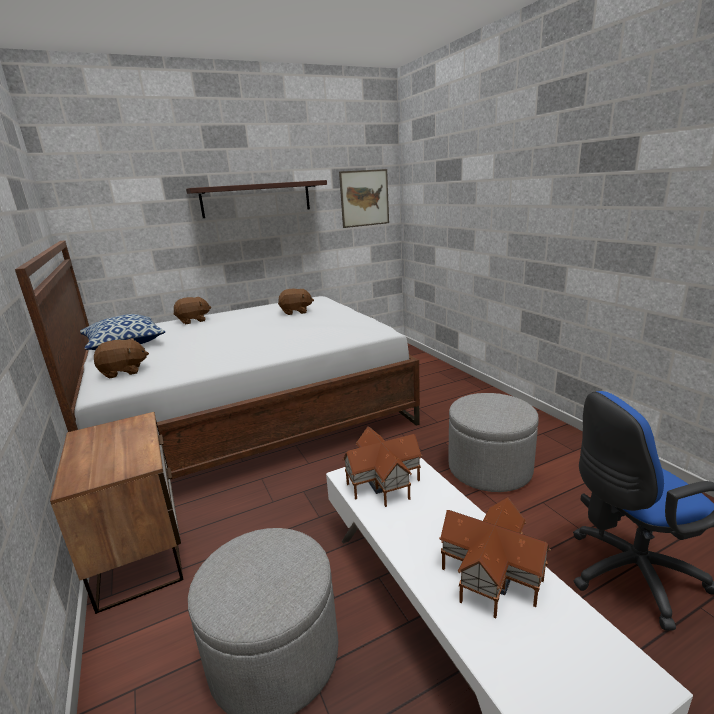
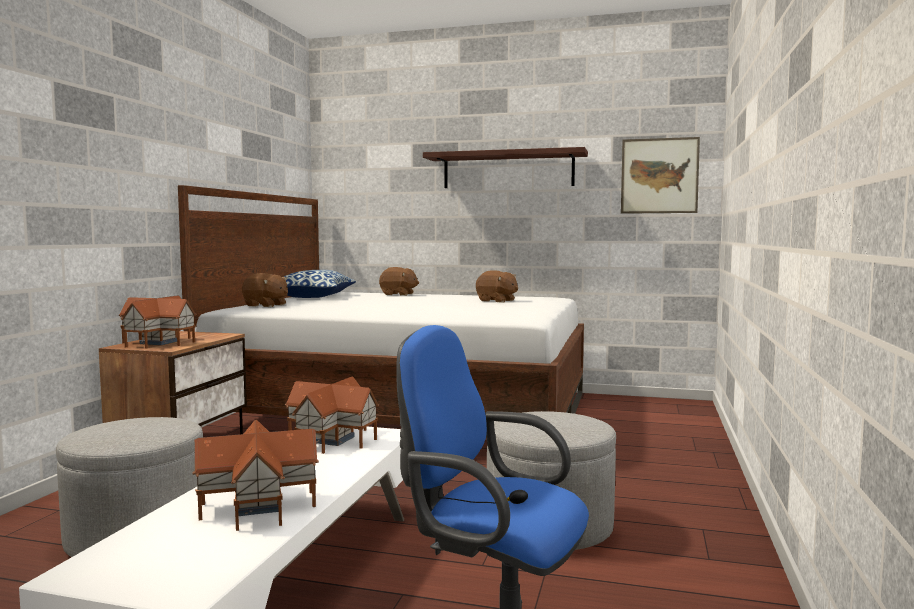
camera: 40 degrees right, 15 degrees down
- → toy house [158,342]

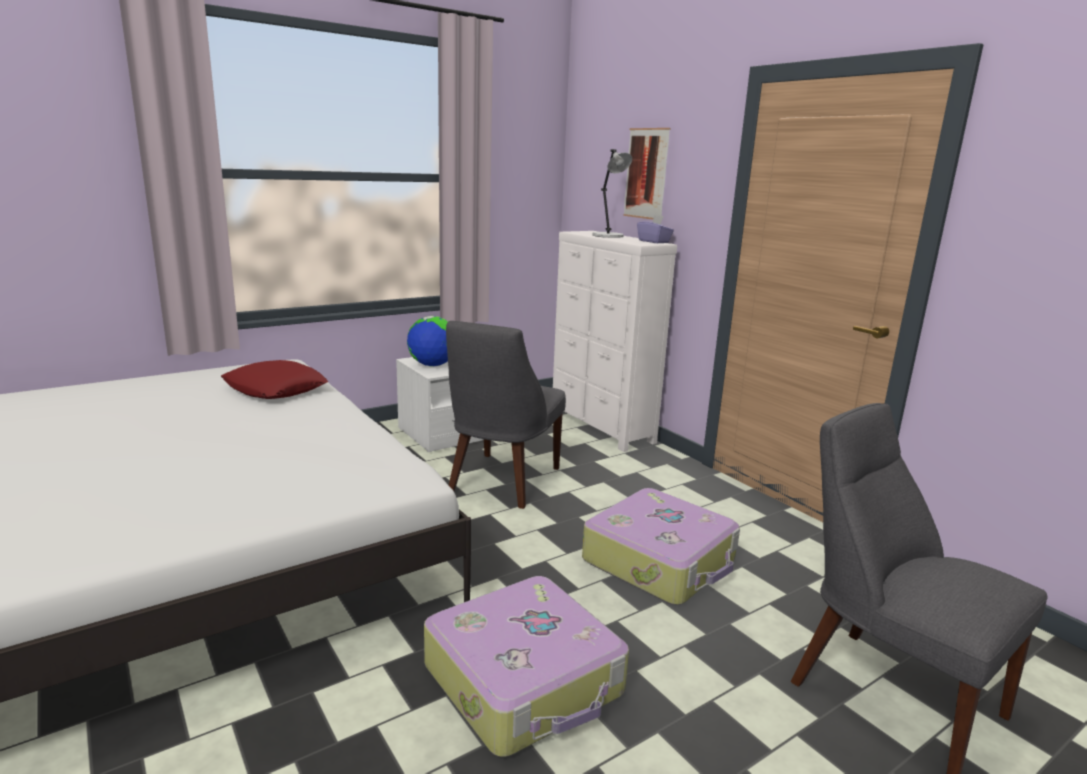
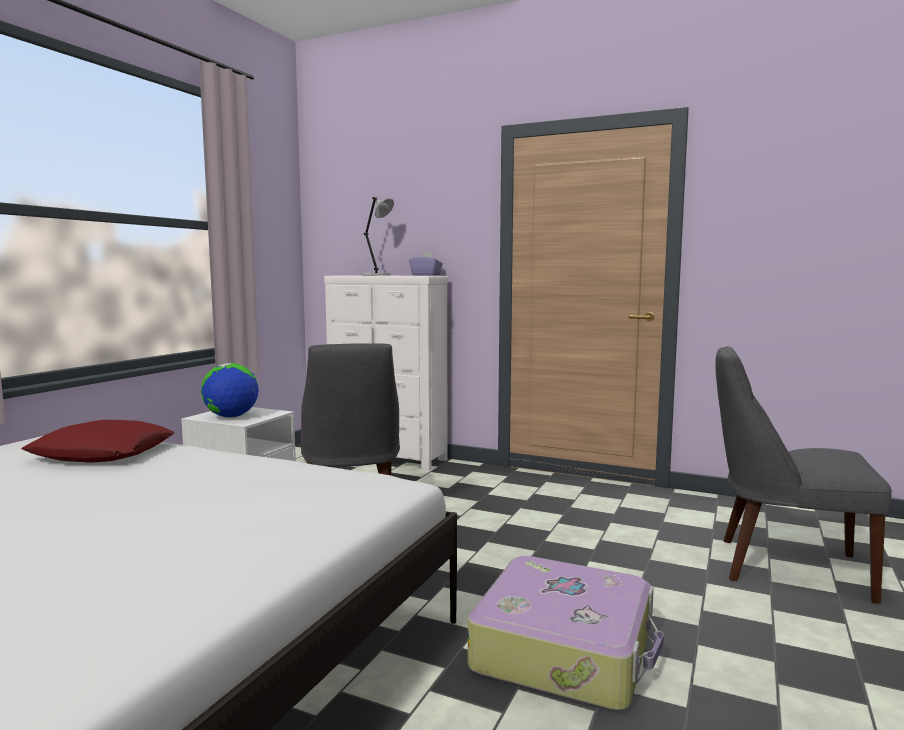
camera: 30 degrees left, 10 degrees down
picture [646,173] → -
suitcase [660,561] → -

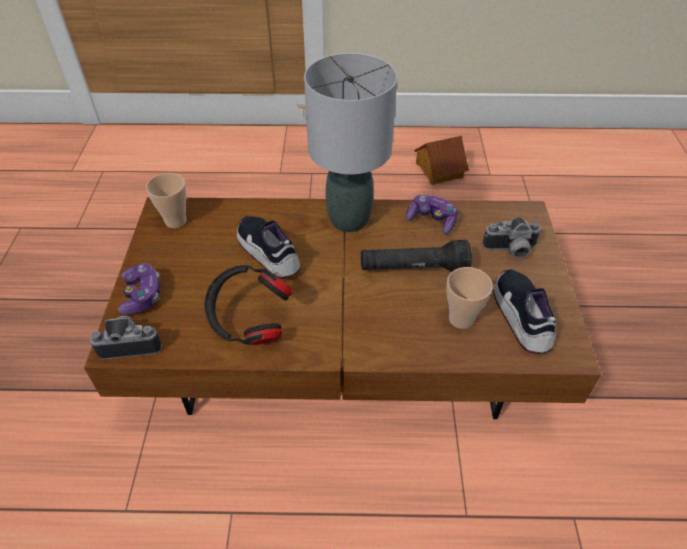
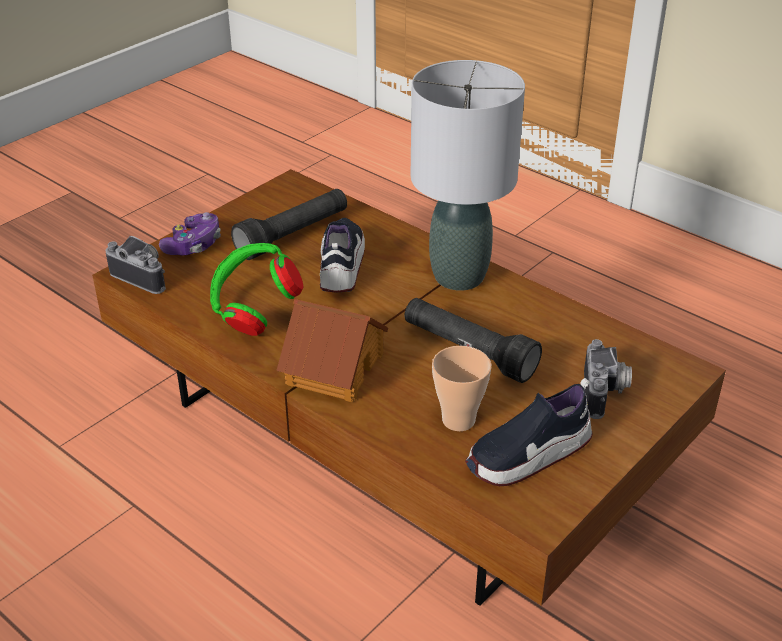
camera: 40 degrees right, 10 degrees down
toy house [438,170] → toy house [333,368], relocated
cup [176,221] → -
game controller [432,220] → -
photo camera [510,250] → photo camera [606,393], 120 degrees counterclockwise
black headphones [249,323] → green headphones [254,312]
shoe [521,317] → shoe [528,455], 150 degrees counterclockwise
- → black flashlight [293,235]

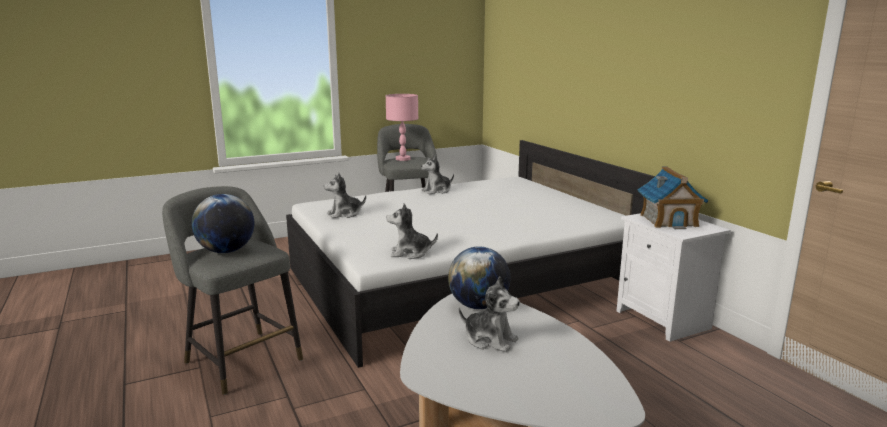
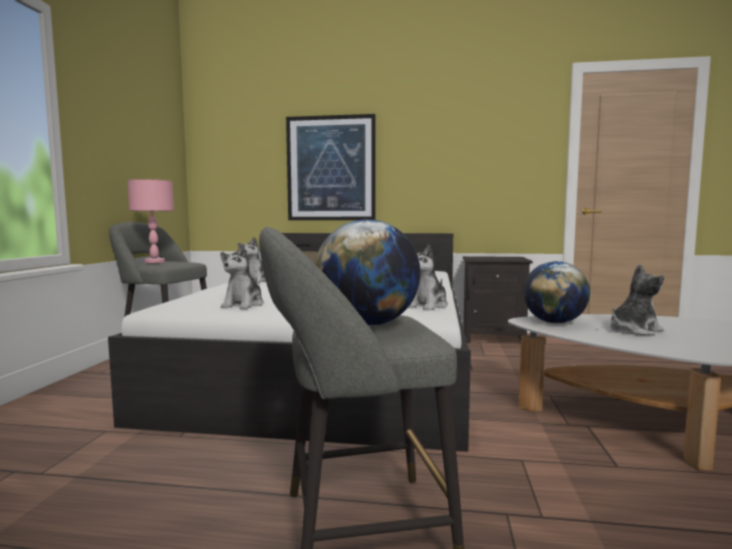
camera: 55 degrees left, 10 degrees down
toy house [668,220] → -
white nightstand [664,320] → black nightstand [494,338]
- → picture [331,168]

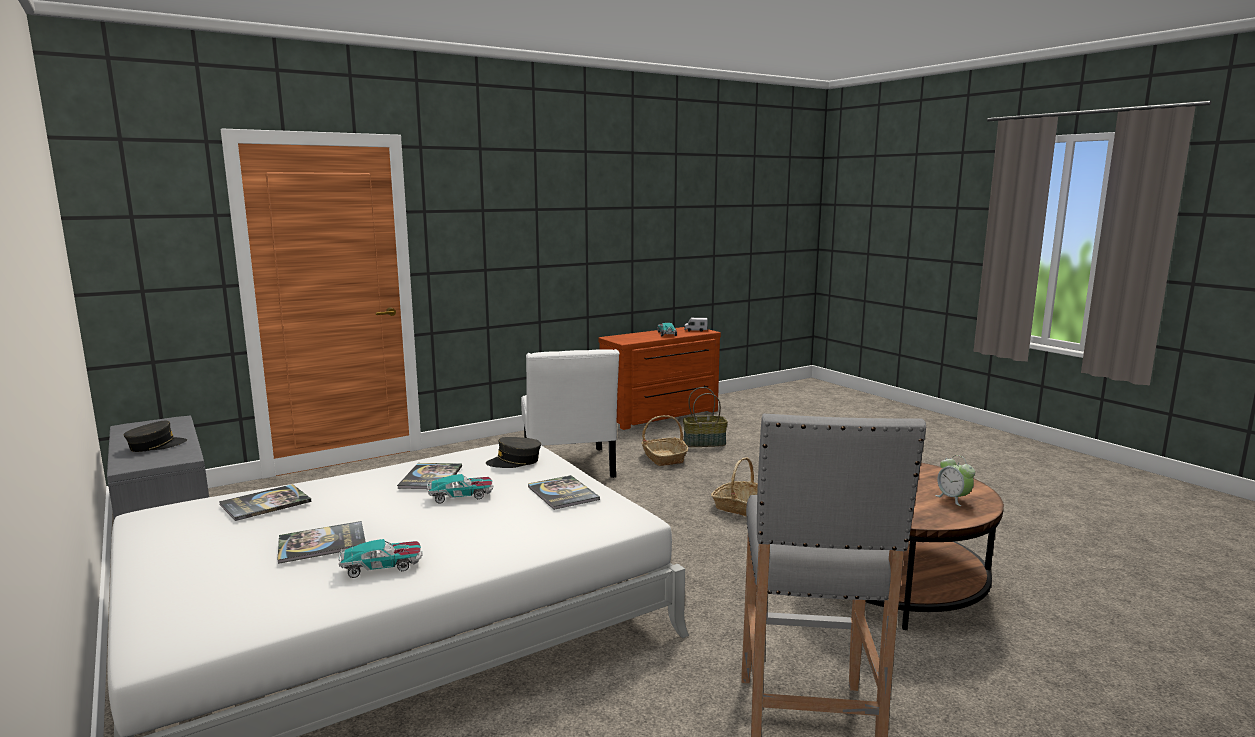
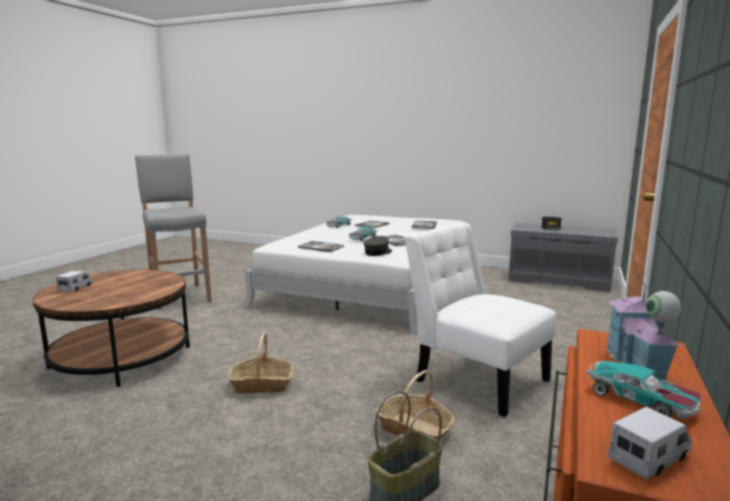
camera: 145 degrees right, 0 degrees up
alarm clock [953,499] → toy truck [76,288]
- → toy house [637,363]

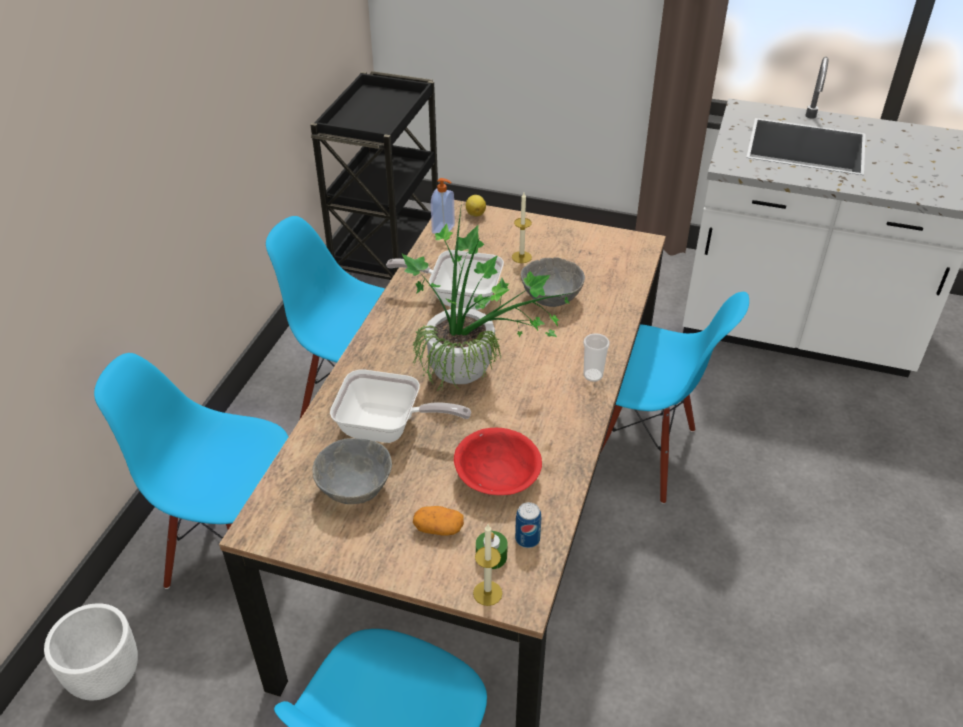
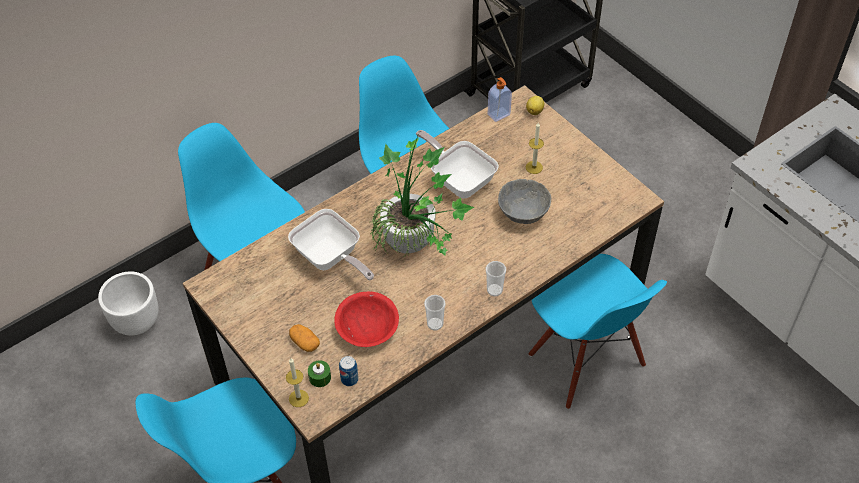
camera: 35 degrees right, 10 degrees up
grey bowl [355,489] → -
- → cup [435,324]

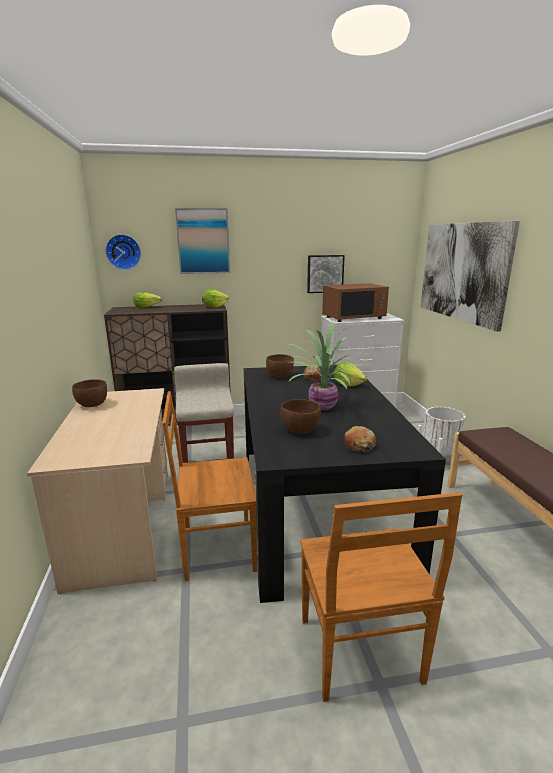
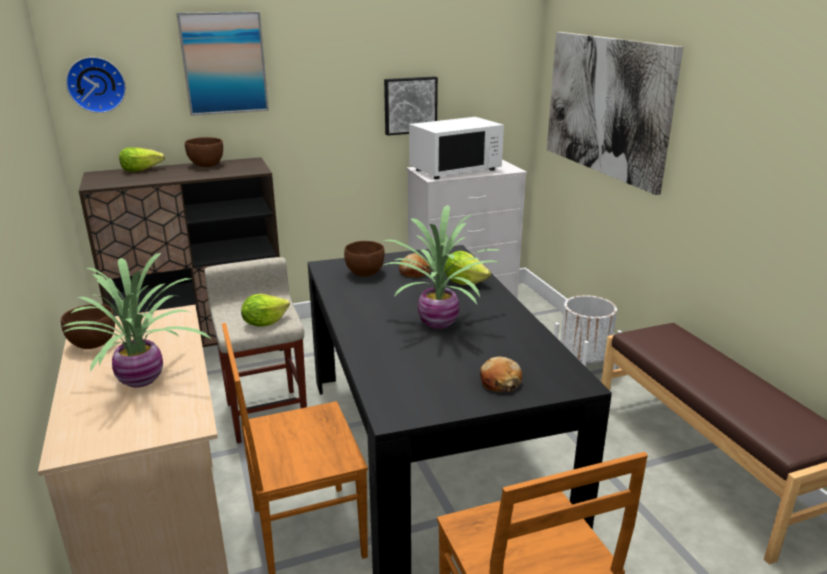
camera: 10 degrees left, 5 degrees up
brown microwave [353,317] → white microwave [455,170]
lettuce [214,307] → lettuce [264,323], relocated
brown bowl [300,430] → brown bowl [206,165], relocated
- → potted plant [142,380]

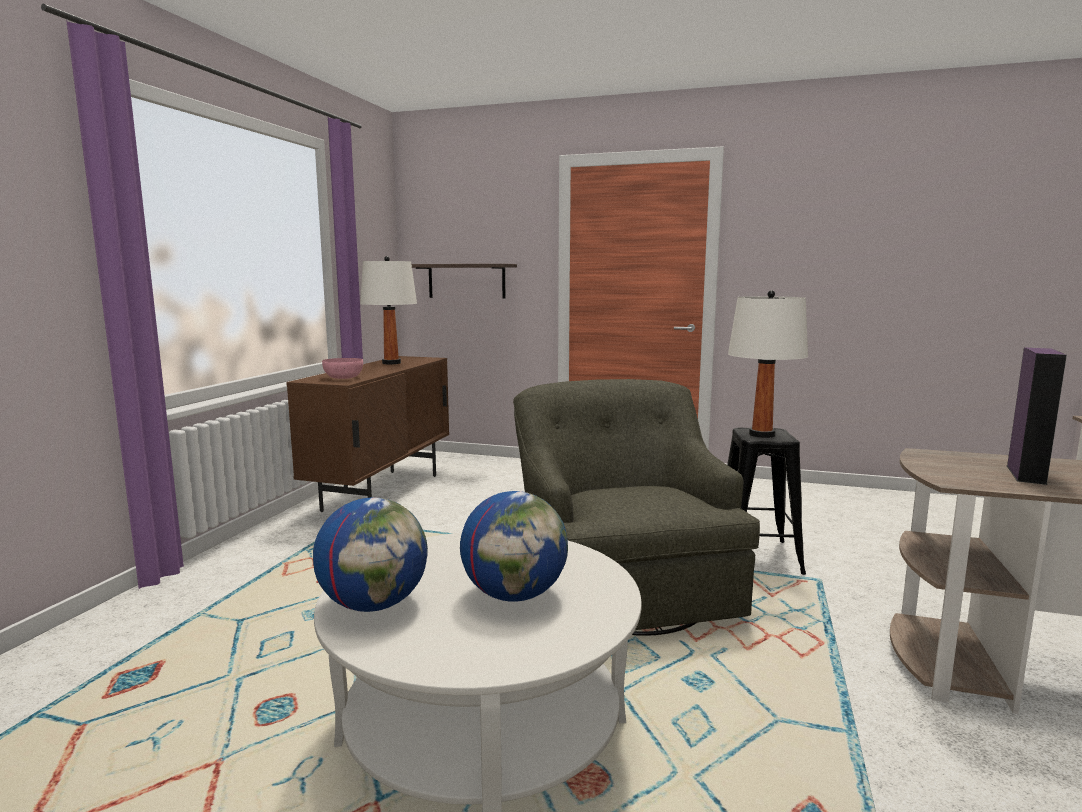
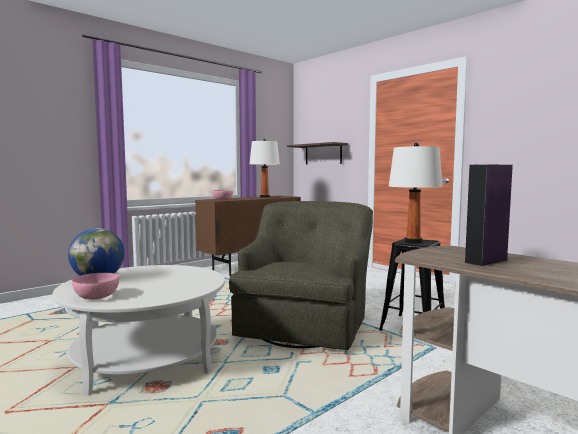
camera: 30 degrees right, 5 degrees down
globe [515,595] → -
- → pink bowl [97,296]

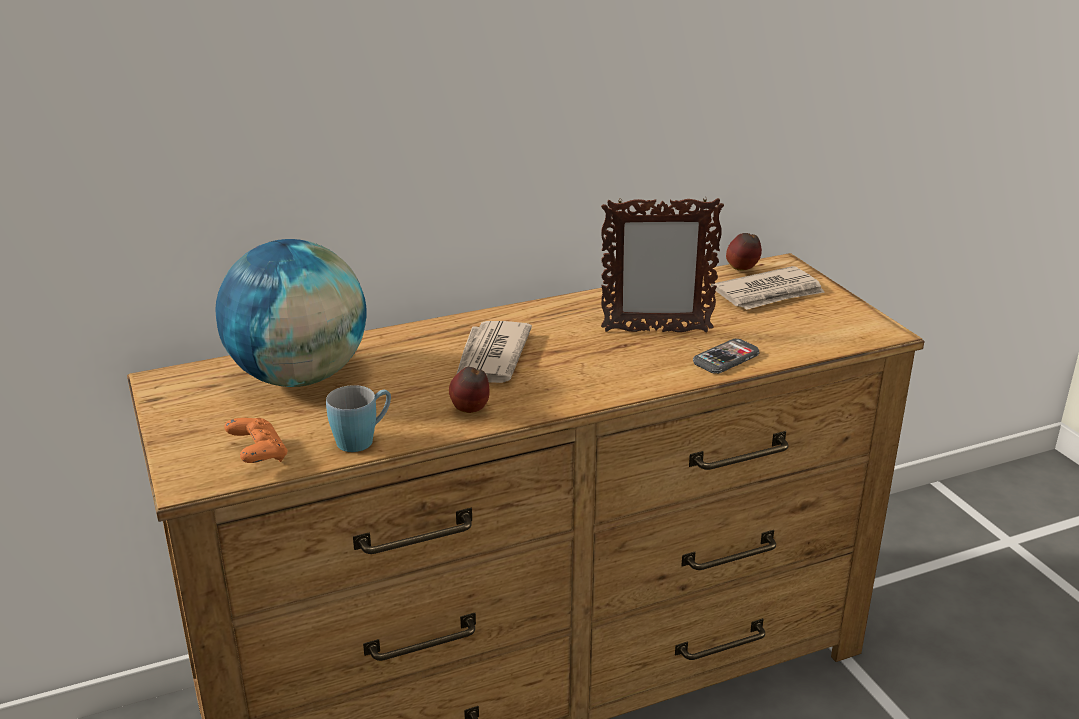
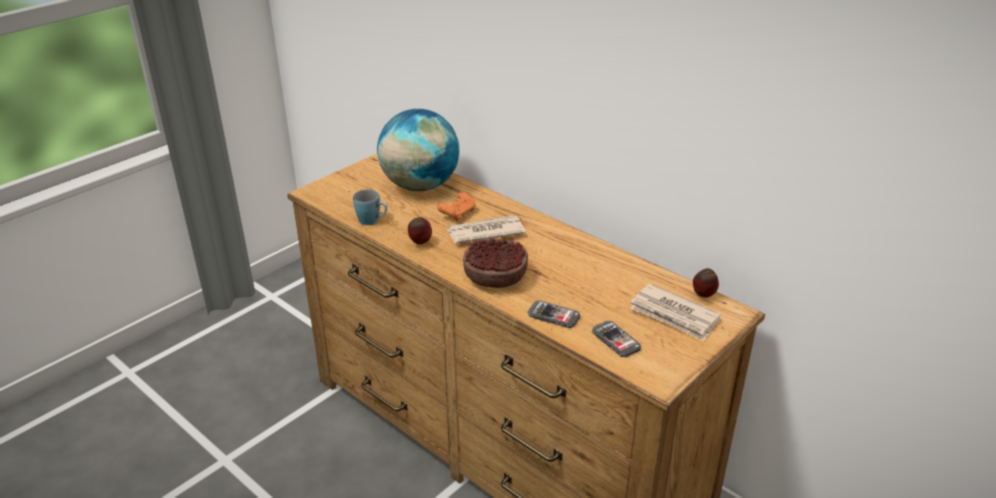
camera: 65 degrees right, 5 degrees up
picture frame [655,331] → -
orange game controller [258,455] → orange game controller [458,213], relocated
- → bowl [495,276]
- → phone [616,340]

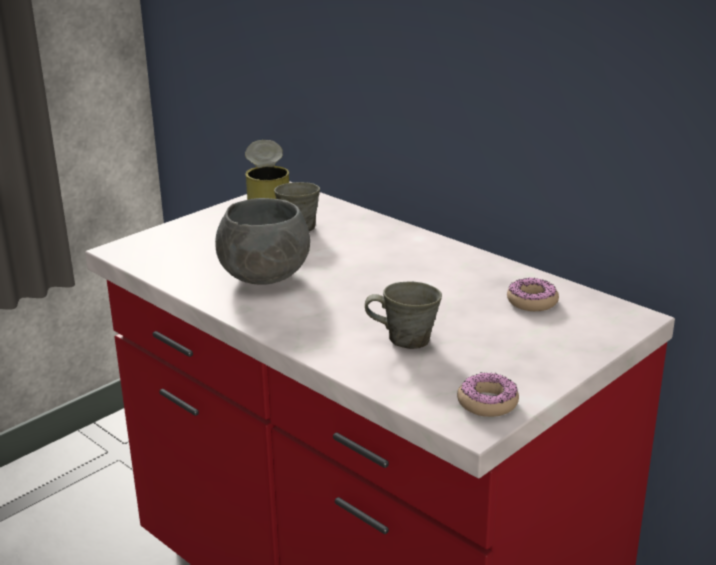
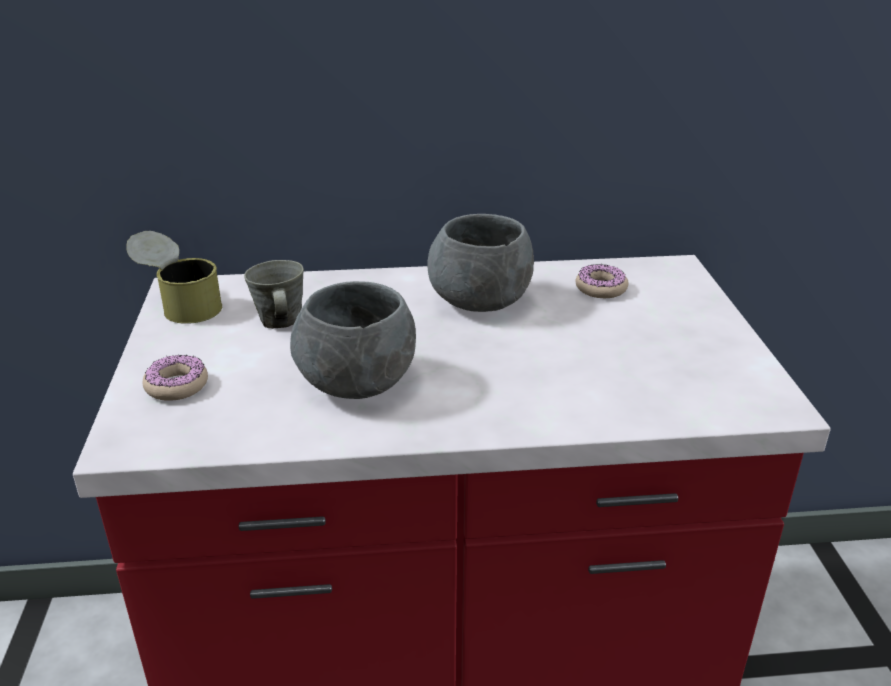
camera: 50 degrees left, 5 degrees up
grey mug [406,339] → -
donut [487,403] → donut [176,386], relocated
- → grey bowl [480,302]

